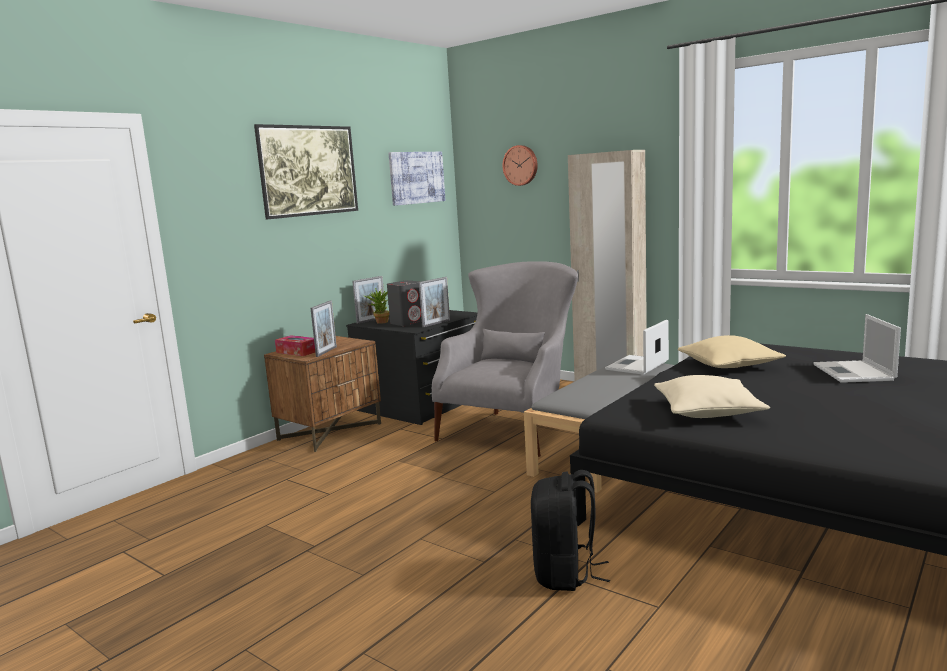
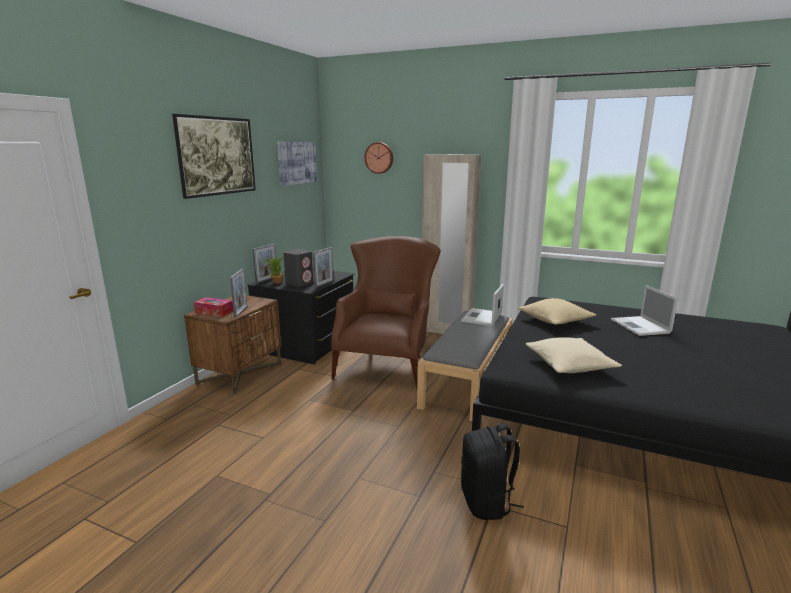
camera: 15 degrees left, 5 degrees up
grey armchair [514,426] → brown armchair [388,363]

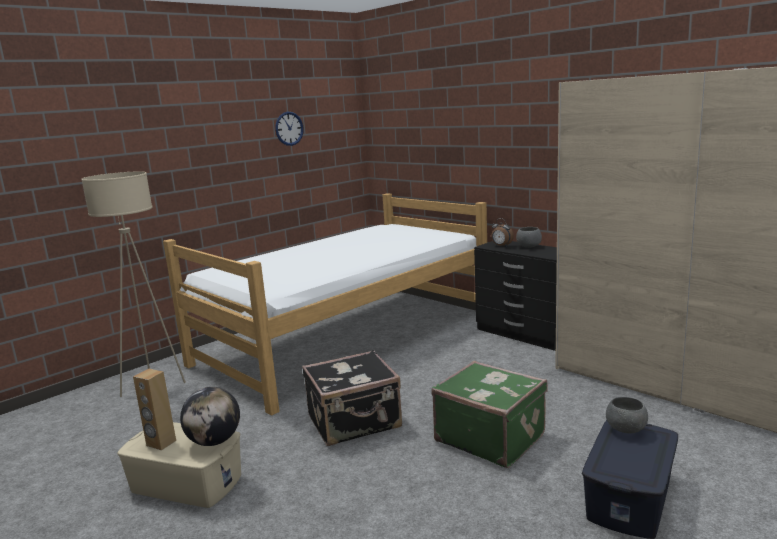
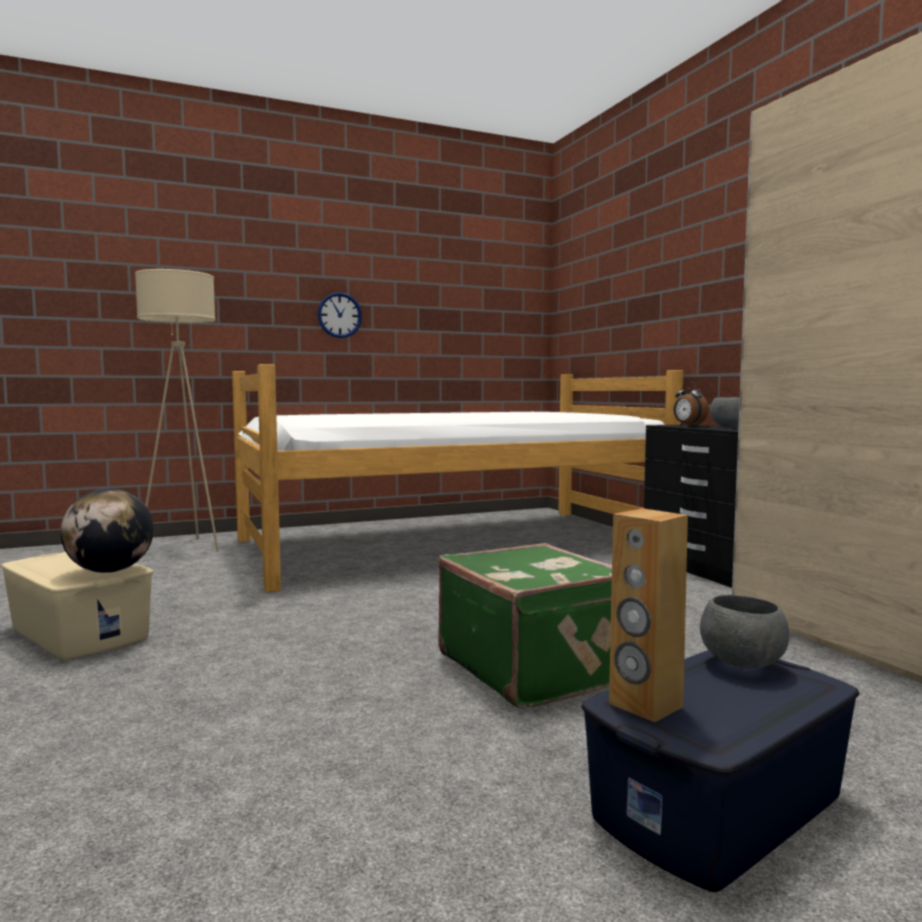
camera: 20 degrees right, 10 degrees down
wall clock [289,128] → wall clock [339,315], relocated
black suitcase [355,422] → -
brown speaker [161,443] → brown speaker [645,705], relocated

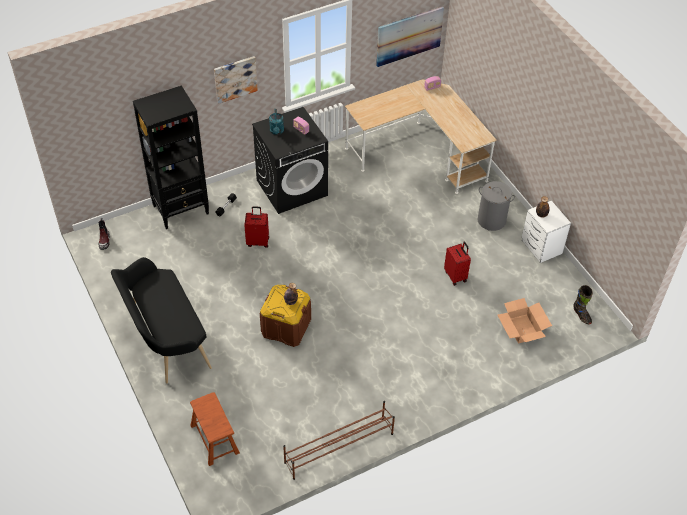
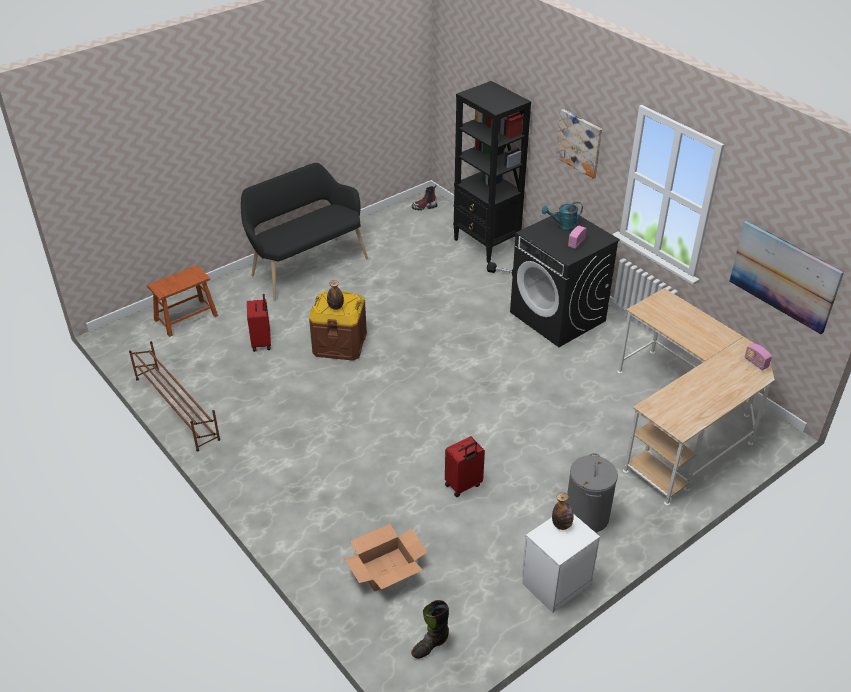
camera: 80 degrees right, 10 degrees down
red suitcase [258,241] → red suitcase [262,342], relocated

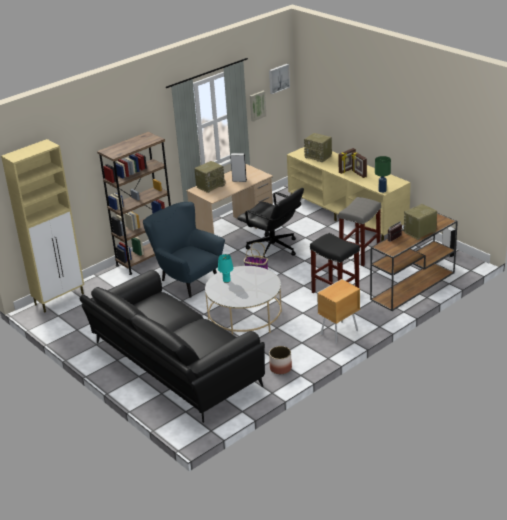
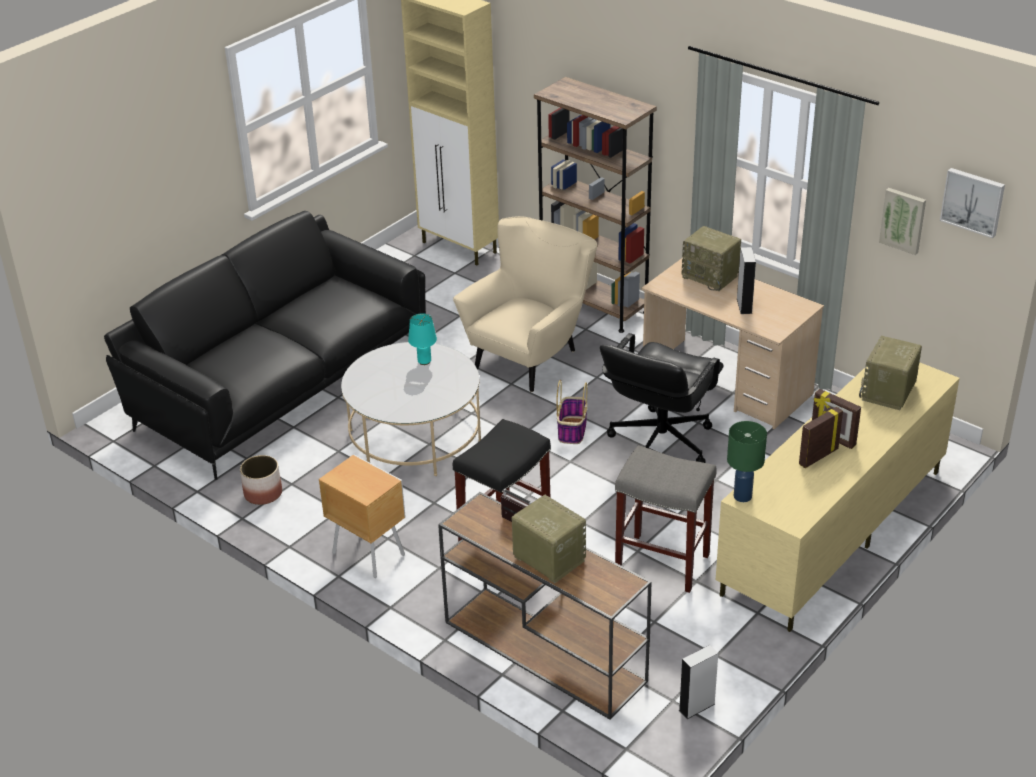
camera: 80 degrees right, 5 degrees up
blue armchair [186,279] → beige armchair [531,356]

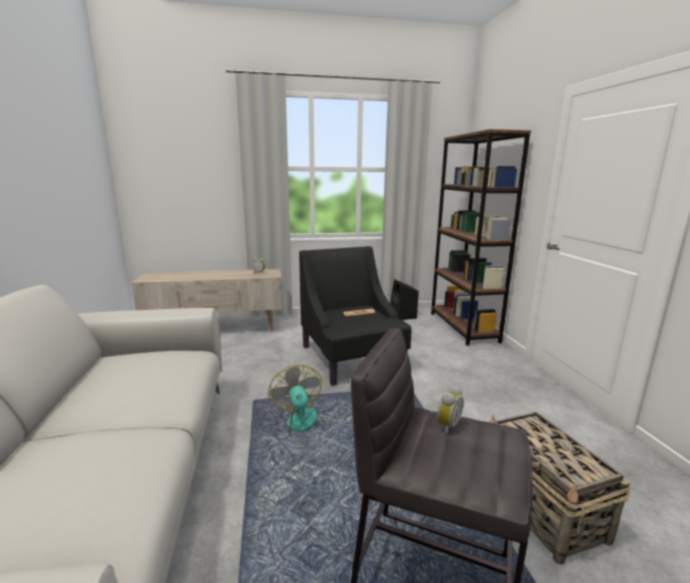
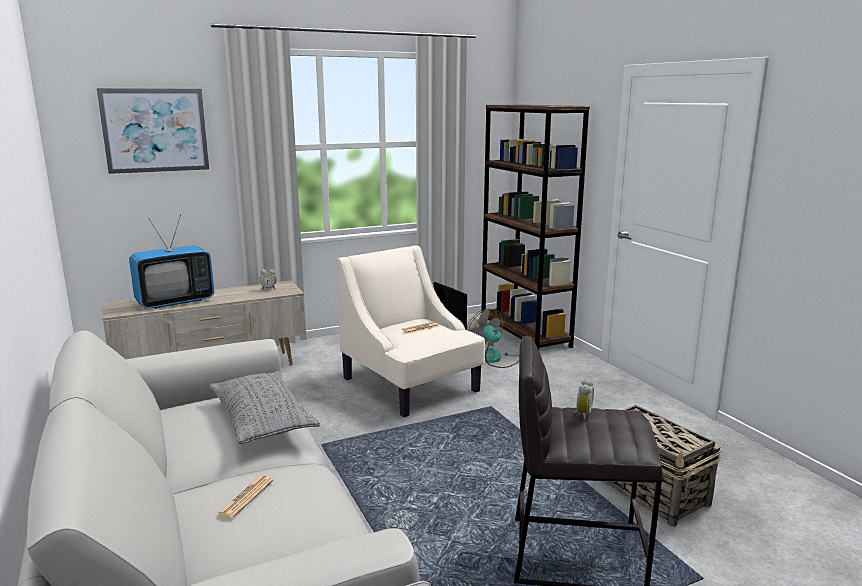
camera: 15 degrees left, 0 degrees up
black armchair [351,358] → beige armchair [410,385]
fan [305,426] → fan [494,359], relocated
- → picture [155,130]
- → television [175,302]
- → grey pillow [262,420]
- → newspaper [246,497]

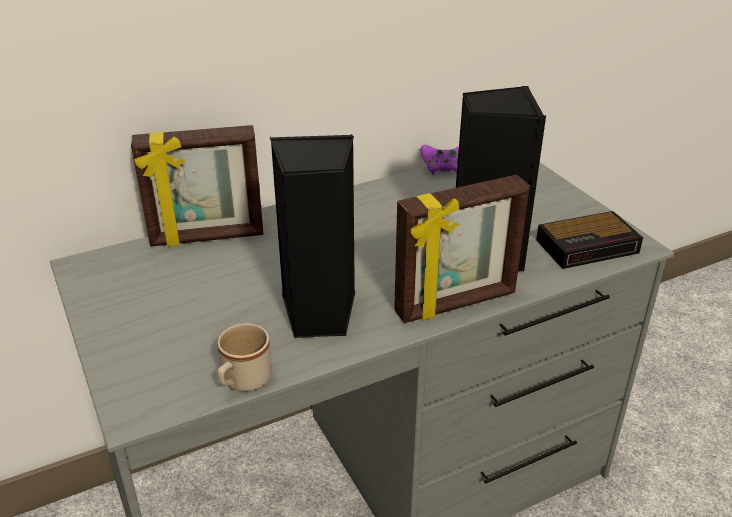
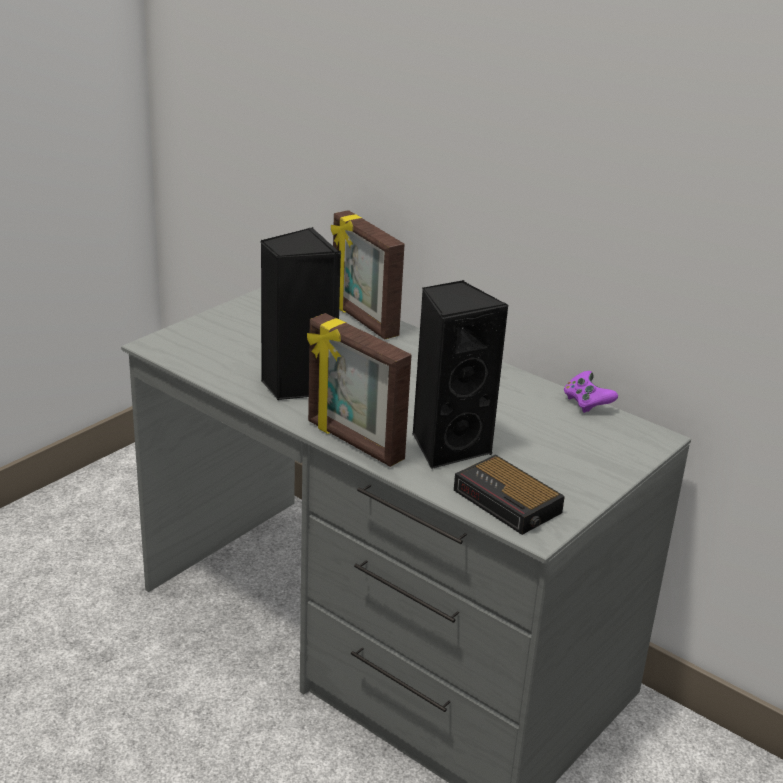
camera: 65 degrees right, 5 degrees down
beige mug [242,382] → -

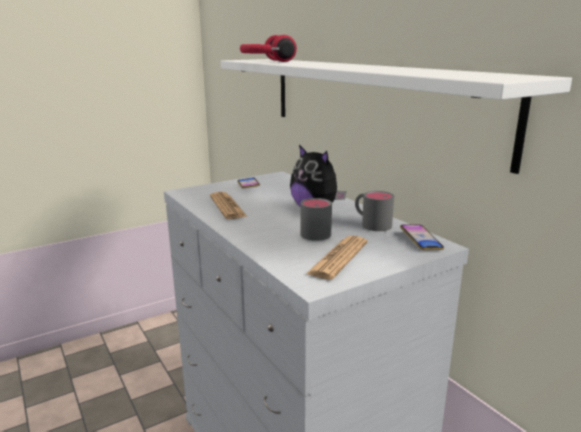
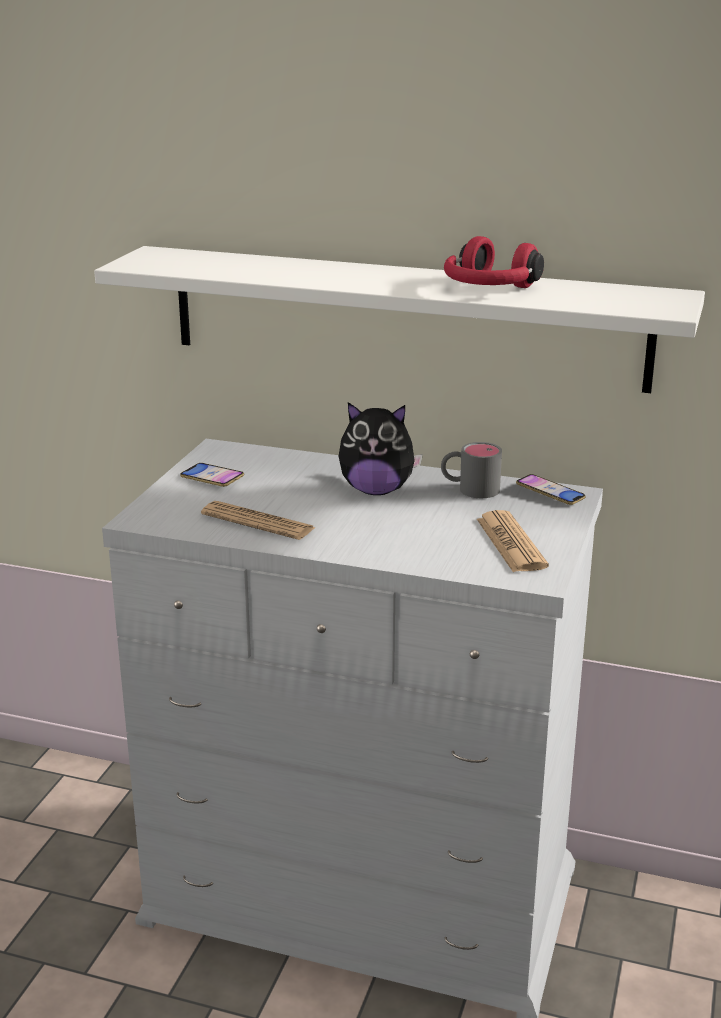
camera: 40 degrees left, 5 degrees up
red headphones [266,61] → red headphones [488,288], relocated
grey mug [318,231] → -

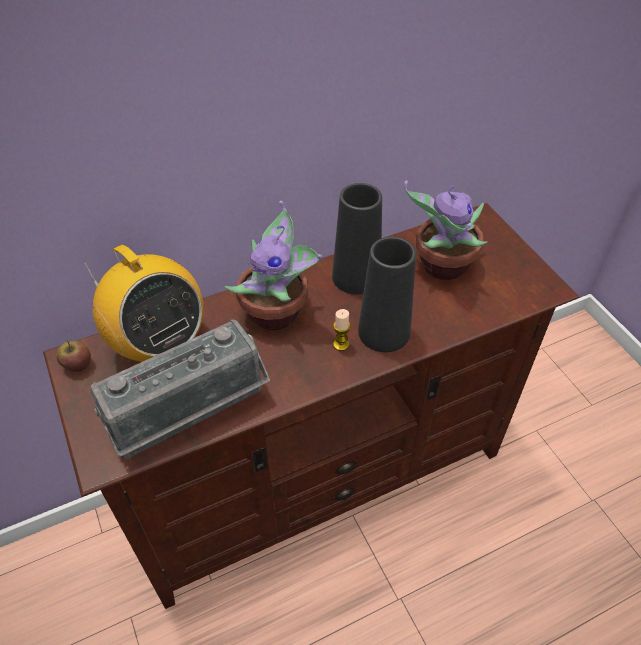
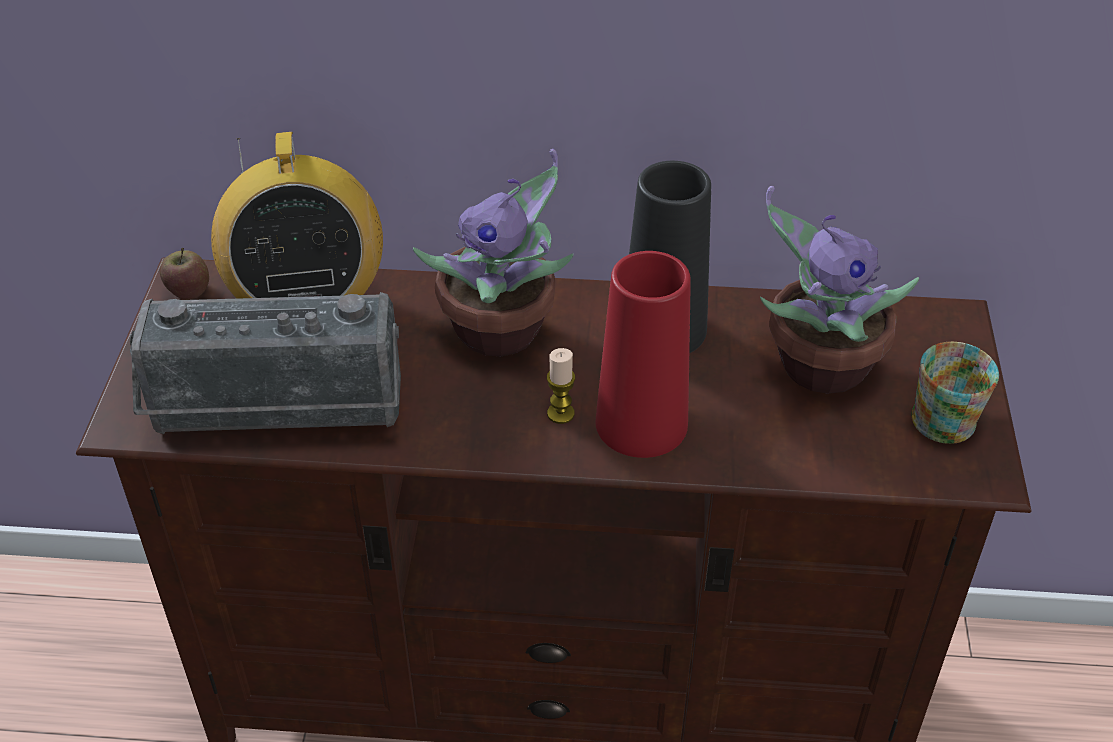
camera: 30 degrees right, 5 degrees down
black vase [384,332] → red vase [641,423]
- → mug [950,416]

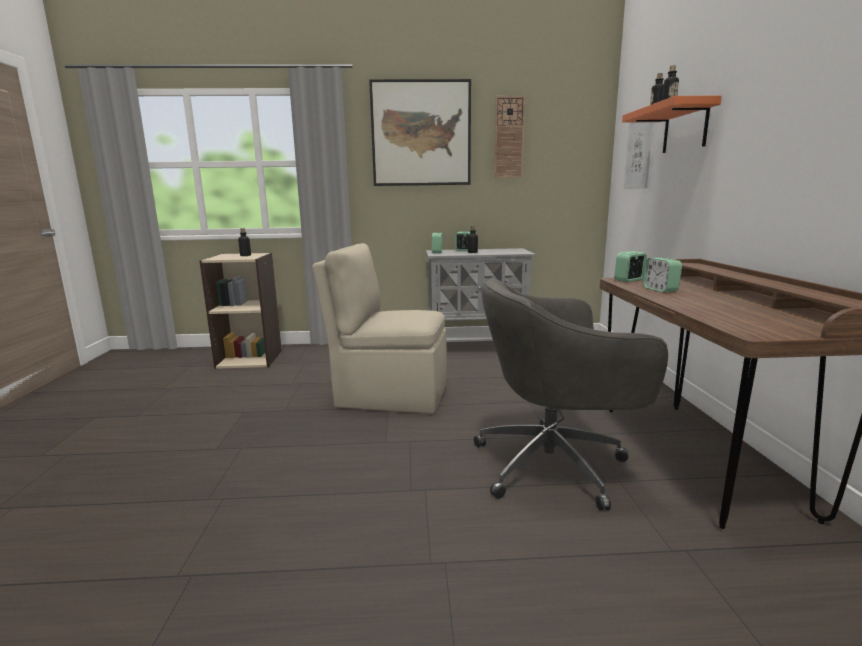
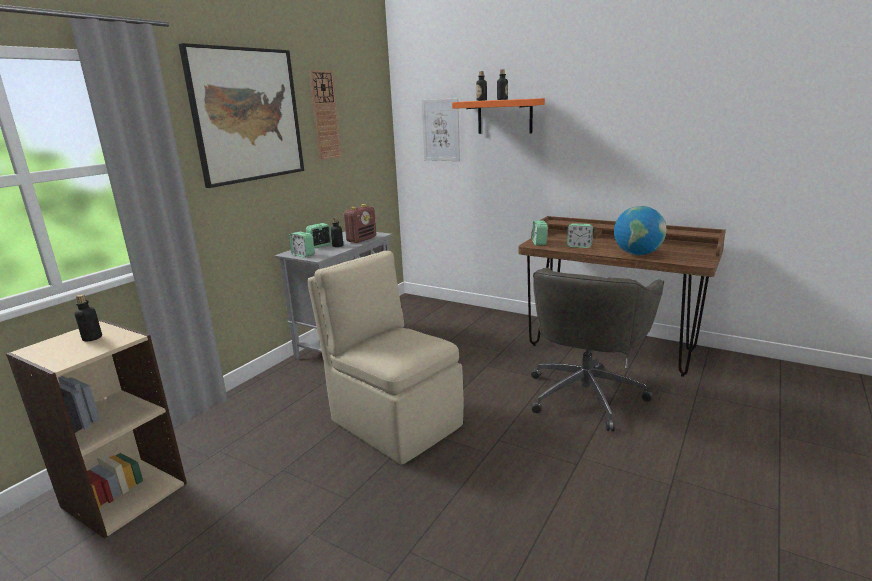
camera: 55 degrees left, 5 degrees up
beige chair [389,395] → beige chair [394,421], 90 degrees clockwise
- → radio [361,239]
- → globe [637,254]

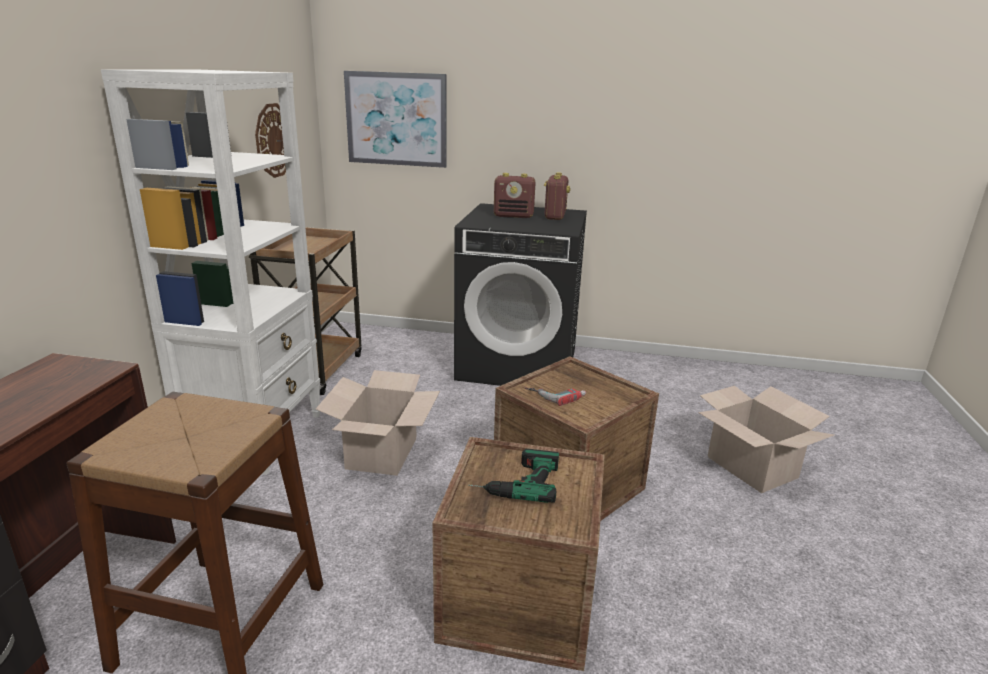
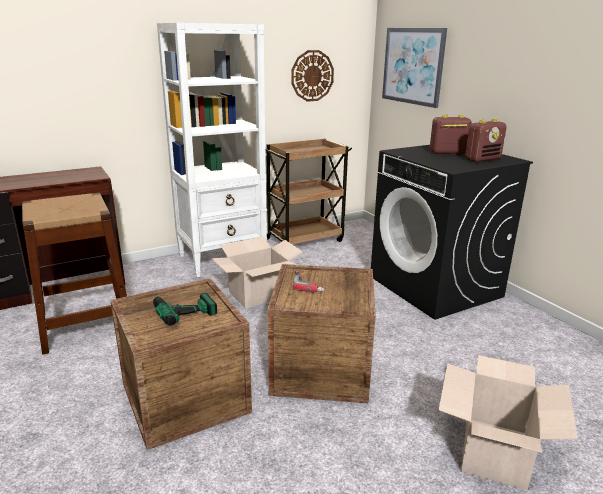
camera: 50 degrees right, 0 degrees up
radio [514,216] → radio [447,153], 120 degrees clockwise

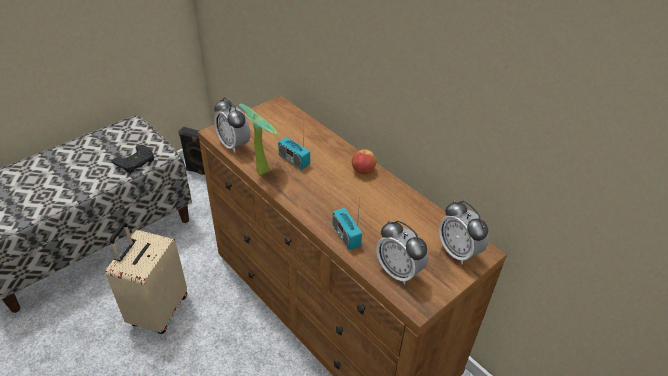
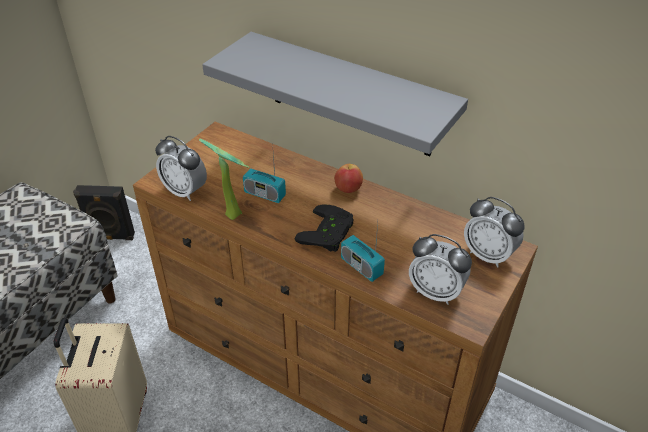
camera: 15 degrees left, 0 degrees up
black game controller [136,162] → black game controller [329,233], relocated
- → grey shelf [350,95]

